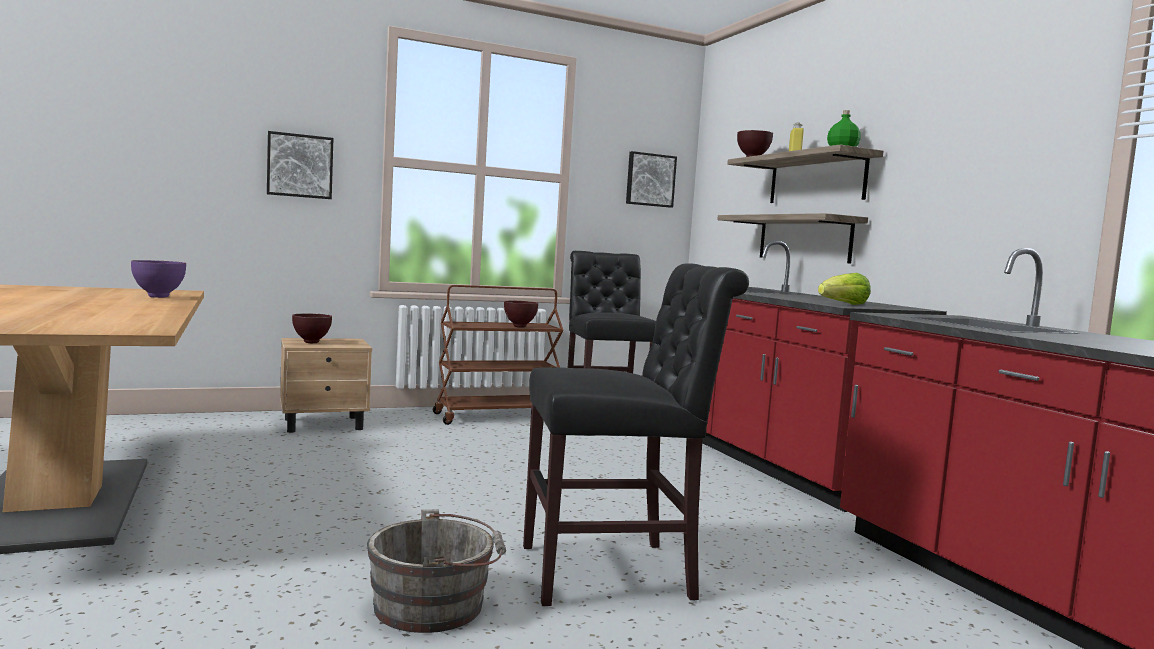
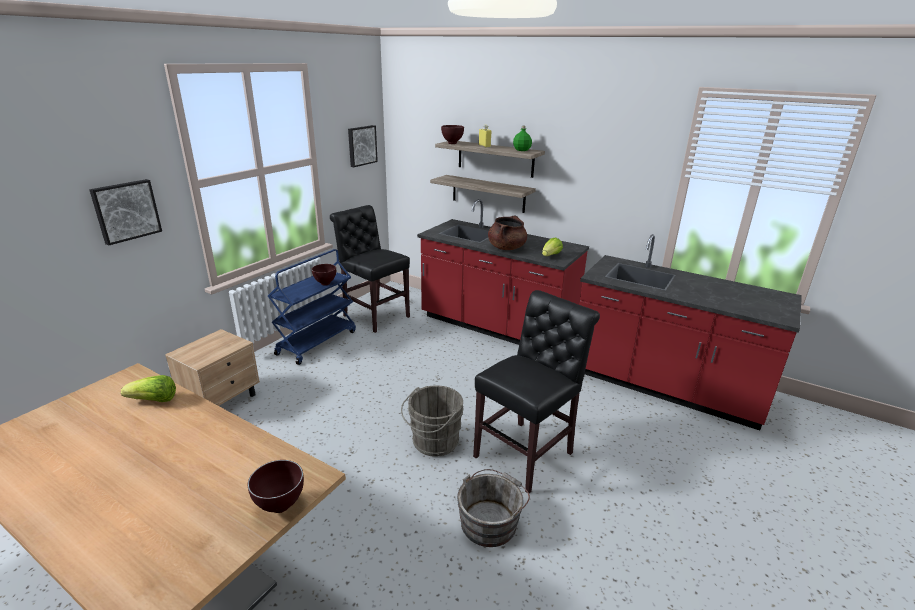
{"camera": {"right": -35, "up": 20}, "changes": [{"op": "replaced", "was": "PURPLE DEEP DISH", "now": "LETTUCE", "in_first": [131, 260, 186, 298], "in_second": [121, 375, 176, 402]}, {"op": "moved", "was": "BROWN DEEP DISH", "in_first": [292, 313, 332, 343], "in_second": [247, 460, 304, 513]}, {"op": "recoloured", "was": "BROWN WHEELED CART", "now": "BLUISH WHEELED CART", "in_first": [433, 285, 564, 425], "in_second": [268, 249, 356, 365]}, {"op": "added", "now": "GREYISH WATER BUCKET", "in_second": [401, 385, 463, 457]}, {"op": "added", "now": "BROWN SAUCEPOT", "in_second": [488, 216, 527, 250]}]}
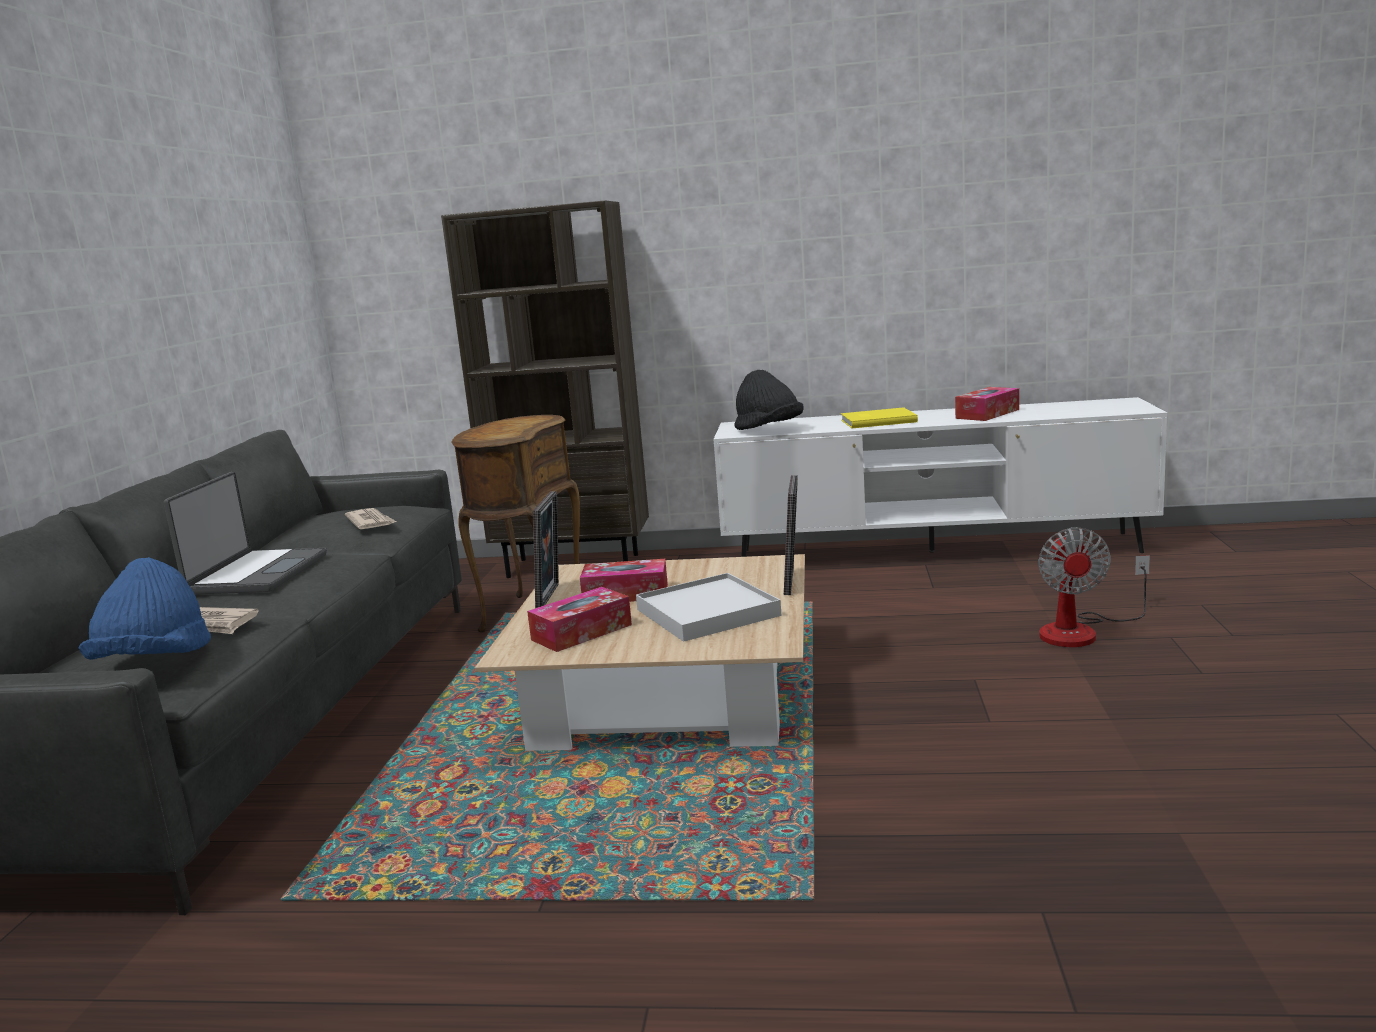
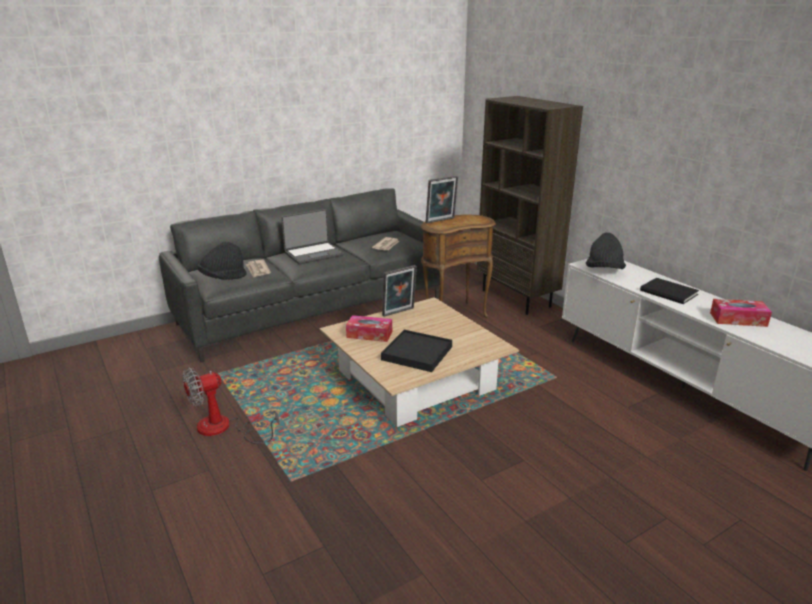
{"camera": {"right": 50, "up": 10}, "changes": [{"op": "moved", "was": "ELECTRIC FAN", "in_first": [1038, 527, 1150, 647], "in_second": [182, 367, 279, 444]}, {"op": "recoloured", "was": "BLUISH WEARABLE HAT", "now": "BLACK WEARABLE HAT", "in_first": [78, 557, 211, 660], "in_second": [198, 242, 247, 280]}, {"op": "recoloured", "was": "WHITE-COLOURED TRAY", "now": "BLACK TRAY", "in_first": [636, 573, 781, 642], "in_second": [381, 330, 452, 372]}, {"op": "moved", "was": "PHOTO FRAME", "in_first": [784, 475, 798, 595], "in_second": [426, 176, 458, 223]}, {"op": "recoloured", "was": "YELLOW BOOK", "now": "BLACK BOOK", "in_first": [841, 407, 918, 428], "in_second": [640, 278, 699, 304]}, {"op": "removed", "was": "TISSUE HOLDER", "in_first": [580, 559, 668, 602]}]}
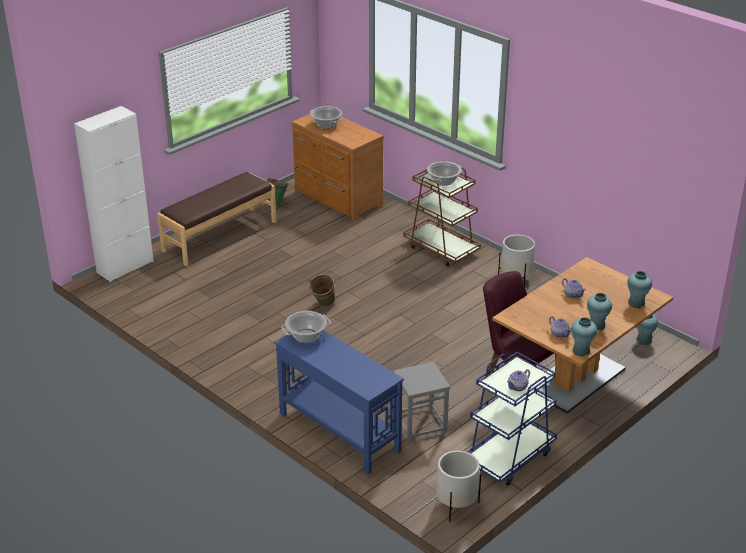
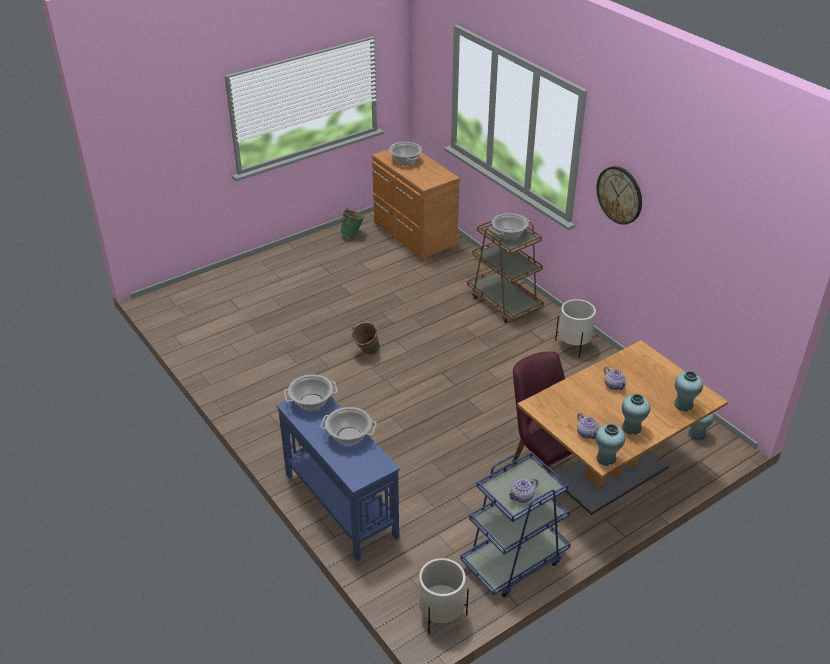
{"camera": {"right": 10, "up": 5}, "changes": [{"op": "added", "now": "SAUCEPOT", "in_second": [320, 407, 377, 445]}, {"op": "added", "now": "WALL CLOCK", "in_second": [597, 166, 642, 225]}, {"op": "removed", "was": "WHITE-COLOURED CUPBOARD", "in_first": [74, 106, 154, 282]}, {"op": "removed", "was": "BROWN BENCH", "in_first": [157, 172, 276, 266]}, {"op": "removed", "was": "GREYISH SITTING STOOL", "in_first": [393, 362, 450, 441]}]}
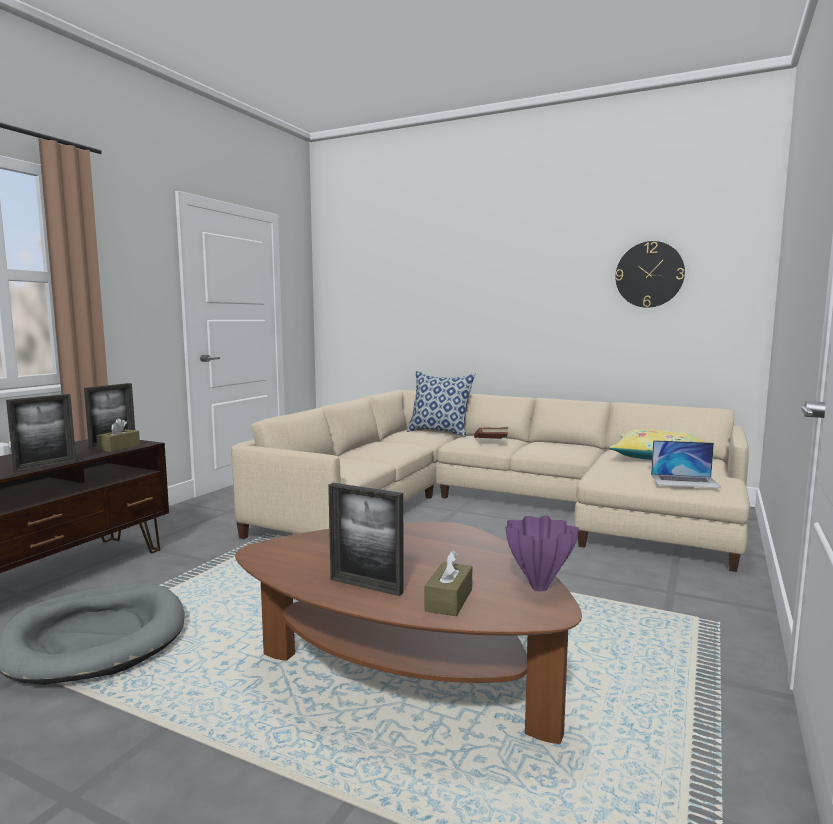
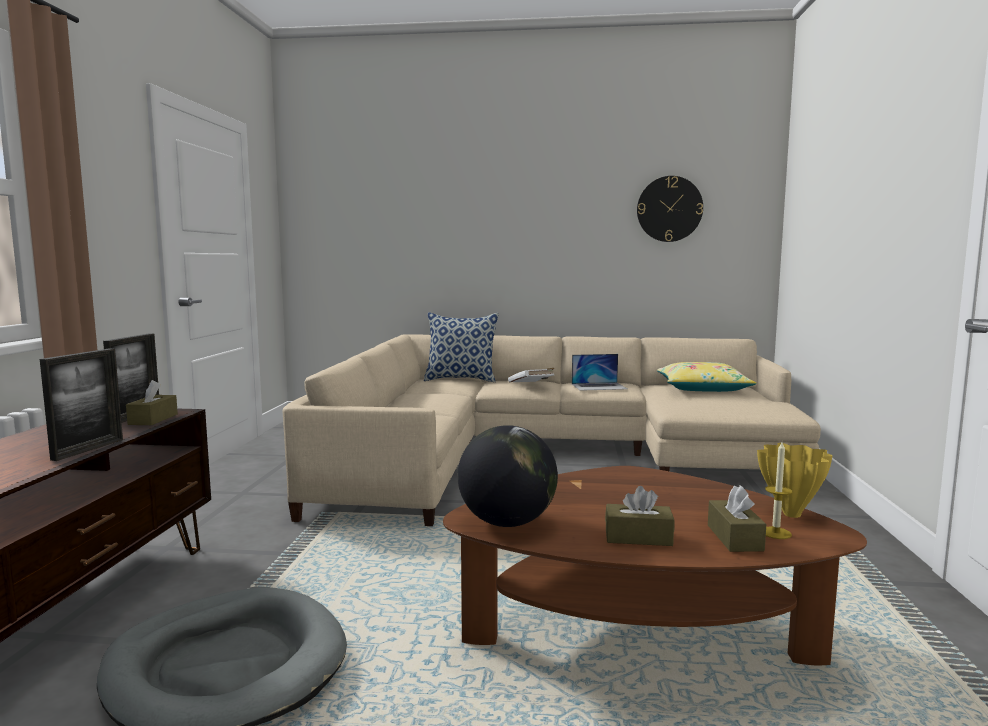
{"camera": {"right": -20, "up": 0}, "changes": [{"op": "added", "now": "WORLD GLOBE", "in_second": [457, 425, 558, 527]}, {"op": "recoloured", "was": "BROWN BOOK", "now": "WHITE-COLOURED BOOK", "in_first": [474, 427, 508, 439], "in_second": [508, 368, 554, 383]}, {"op": "moved", "was": "PORTABLE COMPUTER", "in_first": [651, 440, 721, 488], "in_second": [572, 354, 627, 391]}, {"op": "replaced", "was": "PHOTO FRAME", "now": "BROWN TISSUE HOLDER", "in_first": [328, 483, 404, 596], "in_second": [605, 486, 674, 546]}, {"op": "recoloured", "was": "PURPLE VASE", "now": "YELLOW VASE", "in_first": [506, 516, 579, 592], "in_second": [757, 443, 833, 518]}, {"op": "added", "now": "CANDLE", "in_second": [765, 442, 792, 539]}]}
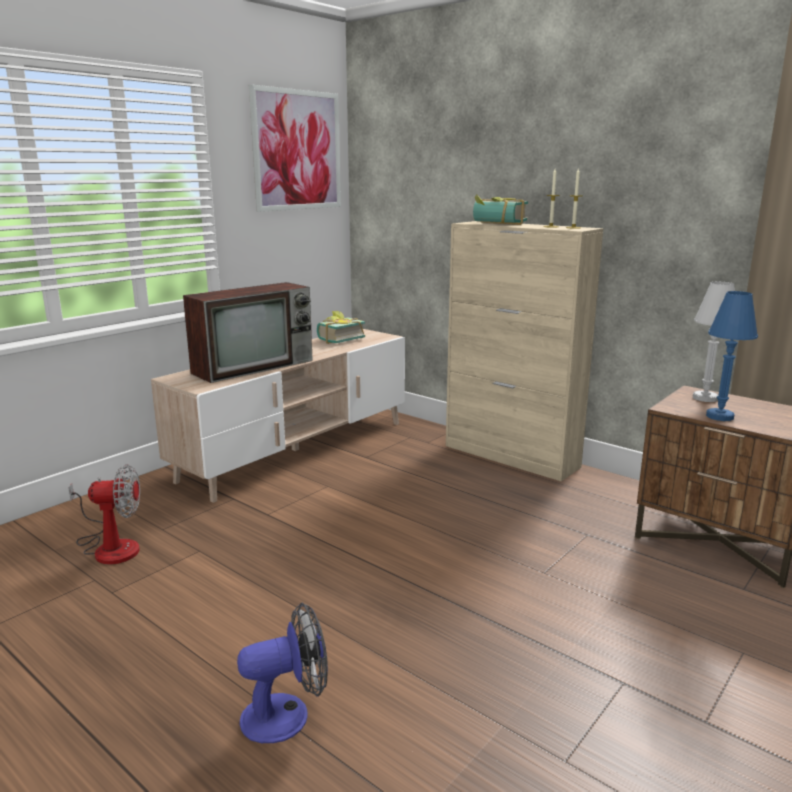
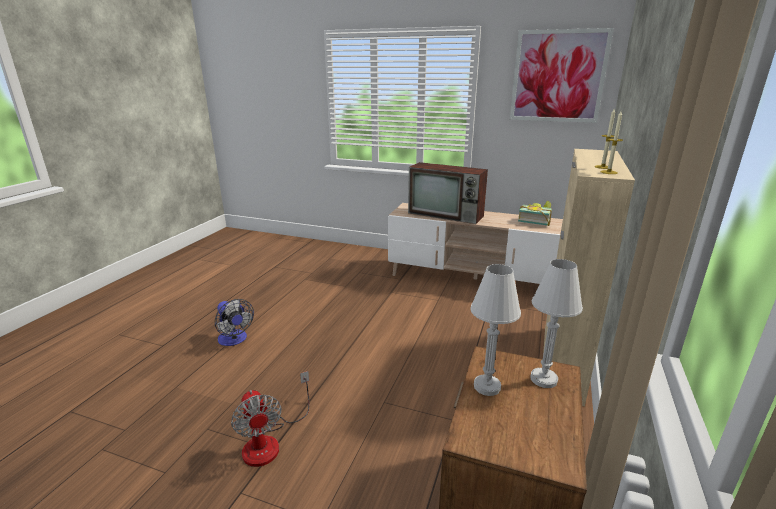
{"camera": {"right": 70, "up": 5}, "changes": [{"op": "moved", "was": "ELECTRIC FAN", "in_first": [68, 464, 140, 564], "in_second": [231, 371, 309, 467]}, {"op": "recoloured", "was": "BLUISH TABLETOP LAMP", "now": "WHITE-COLOURED TABLETOP LAMP", "in_first": [706, 291, 758, 421], "in_second": [470, 264, 521, 396]}, {"op": "removed", "was": "BOOK", "in_first": [473, 194, 528, 225]}]}
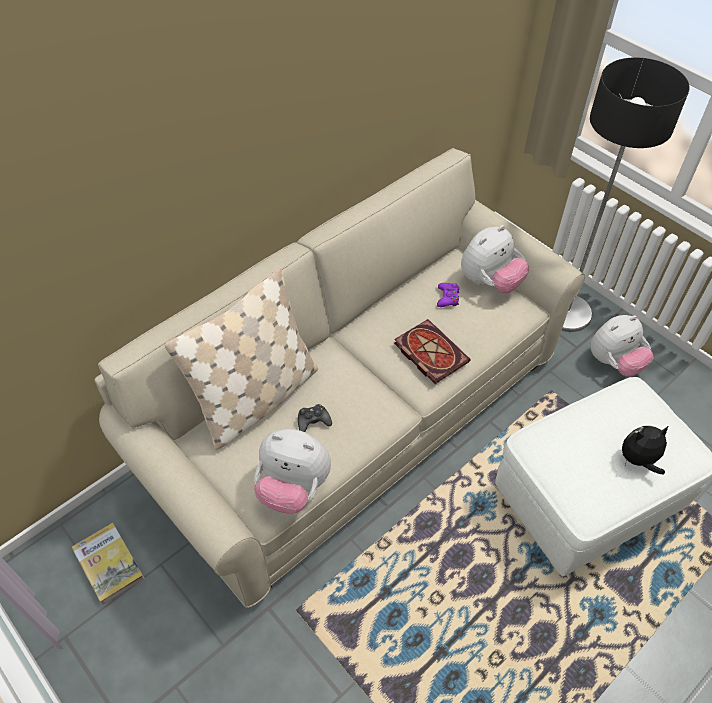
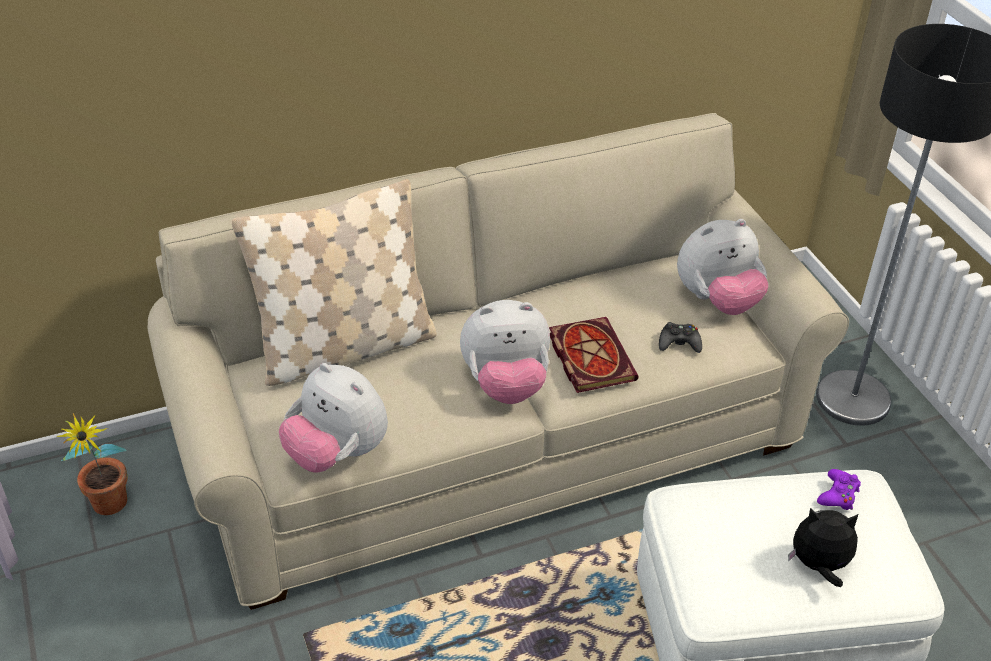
{"camera": {"right": 20, "up": -10}, "changes": [{"op": "replaced", "was": "BOOK", "now": "PLANT IN A POT", "in_first": [72, 523, 145, 605], "in_second": [56, 413, 127, 515]}, {"op": "moved", "was": "PLUSH TOY", "in_first": [590, 315, 654, 377], "in_second": [460, 300, 550, 404]}, {"op": "moved", "was": "BLACK GAMEPAD", "in_first": [298, 404, 332, 432], "in_second": [659, 322, 702, 353]}, {"op": "moved", "was": "PURPLE GAMEPAD", "in_first": [437, 283, 459, 307], "in_second": [817, 469, 861, 510]}]}
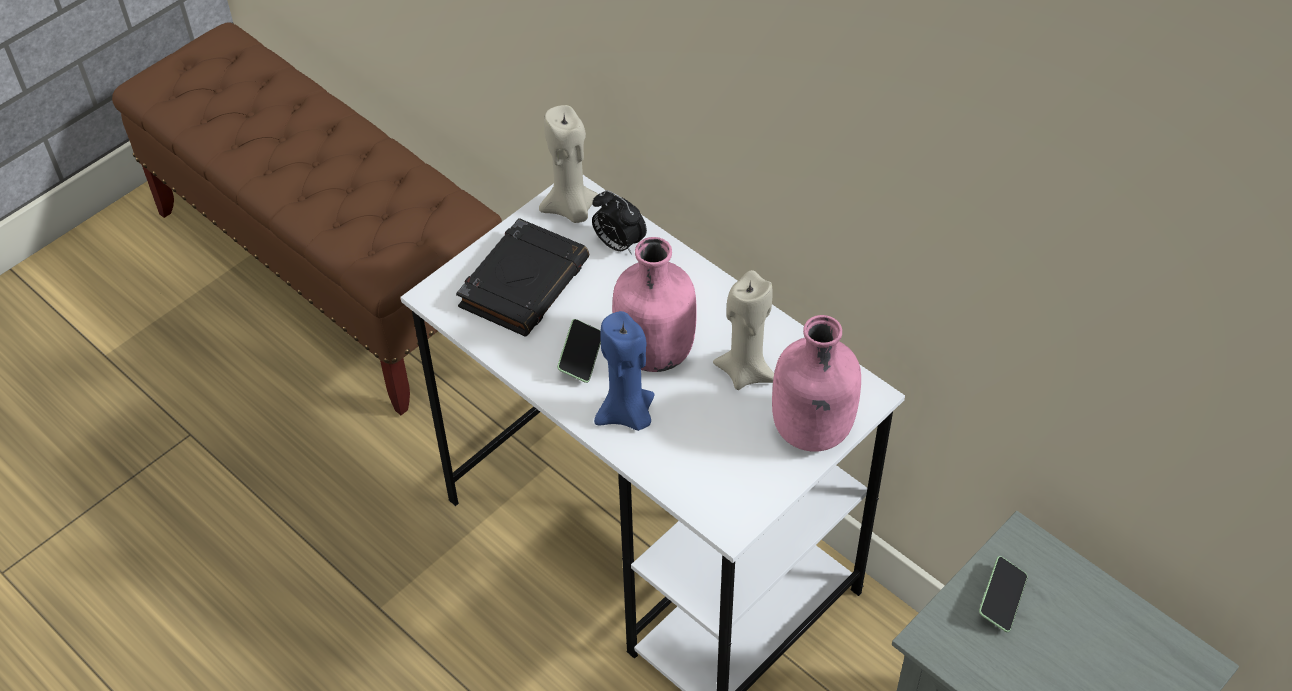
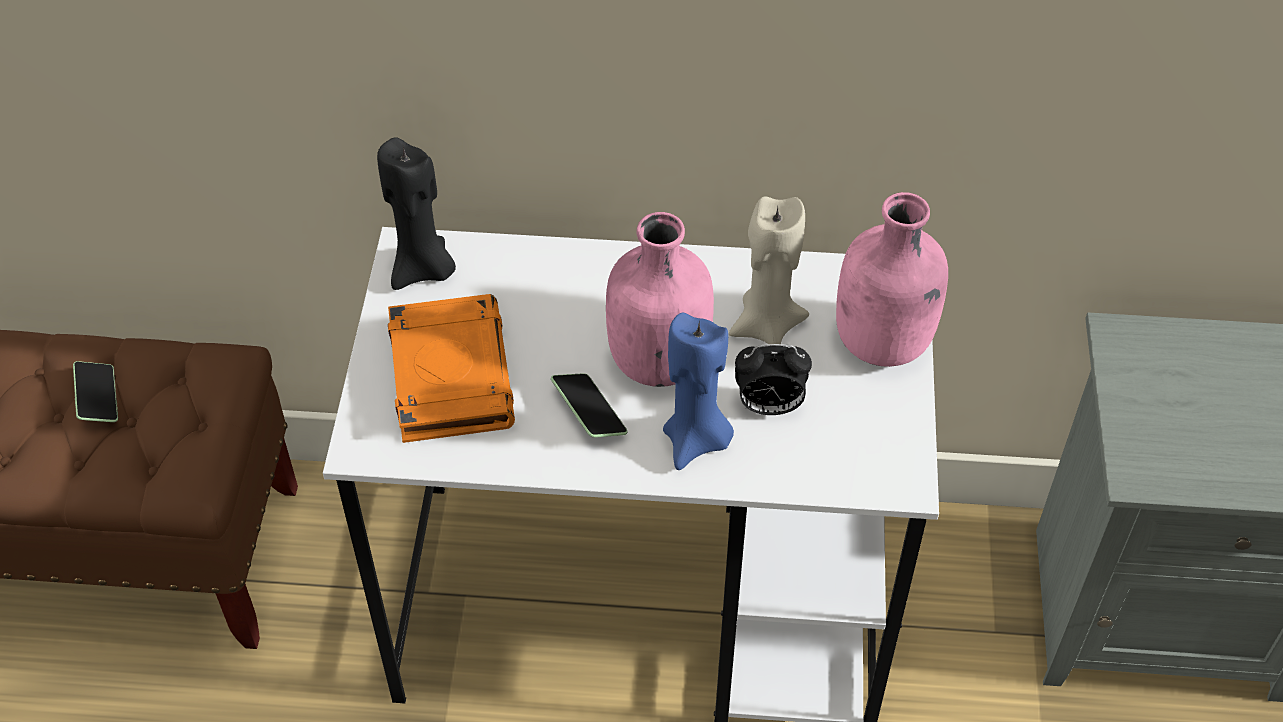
{"camera": {"right": -40, "up": 0}, "changes": [{"op": "moved", "was": "PHONE", "in_first": [979, 556, 1028, 632], "in_second": [73, 361, 118, 422]}, {"op": "recoloured", "was": "SAND-COLOURED CANDLE", "now": "BLACK CANDLE", "in_first": [539, 105, 598, 223], "in_second": [377, 137, 456, 290]}, {"op": "recoloured", "was": "BLACK BOOK", "now": "ORANGE BOOK", "in_first": [456, 218, 589, 337], "in_second": [388, 294, 515, 443]}, {"op": "moved", "was": "TABLE CLOCK", "in_first": [592, 190, 647, 255], "in_second": [735, 344, 812, 415]}]}
